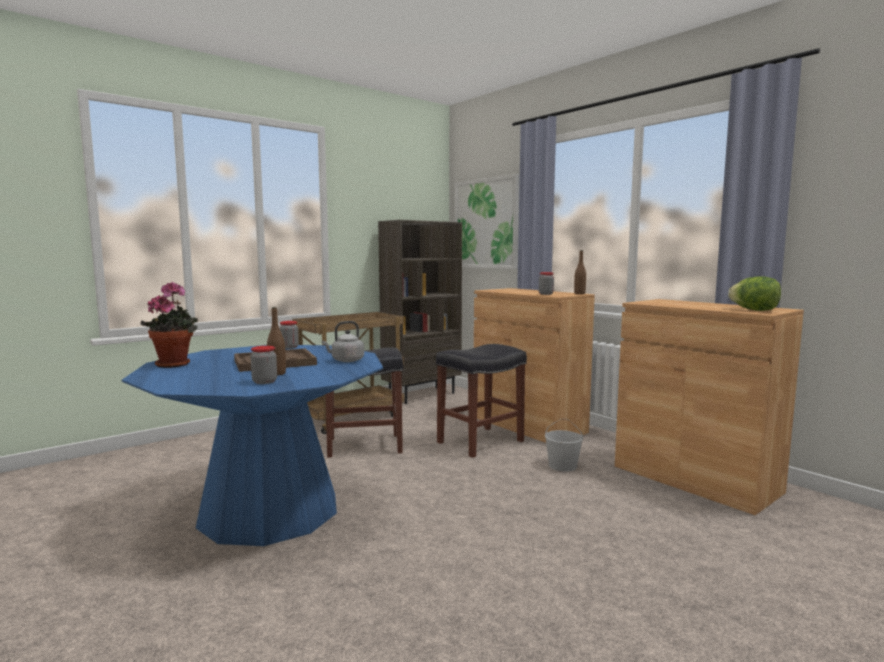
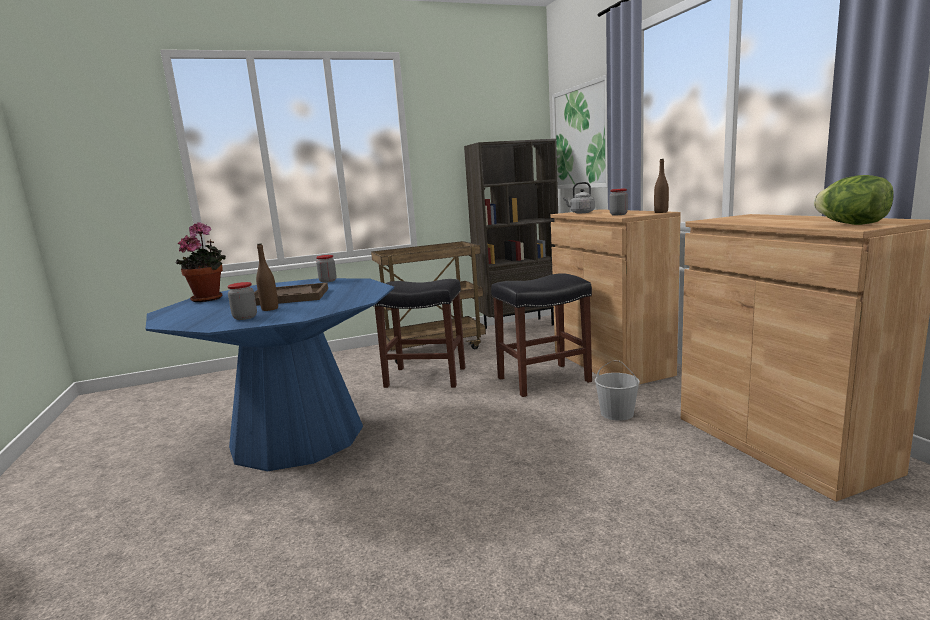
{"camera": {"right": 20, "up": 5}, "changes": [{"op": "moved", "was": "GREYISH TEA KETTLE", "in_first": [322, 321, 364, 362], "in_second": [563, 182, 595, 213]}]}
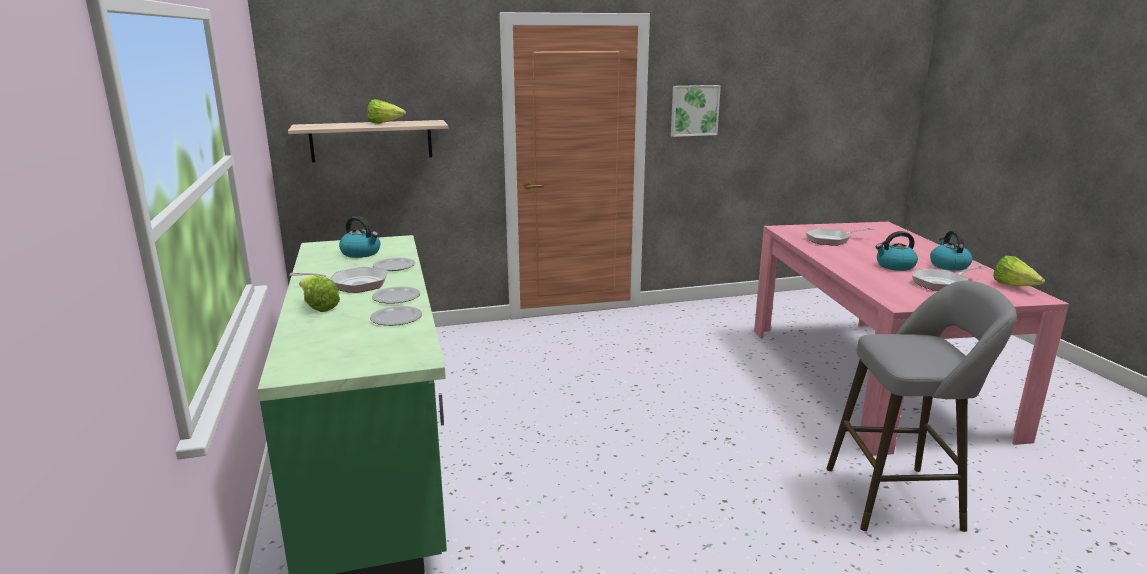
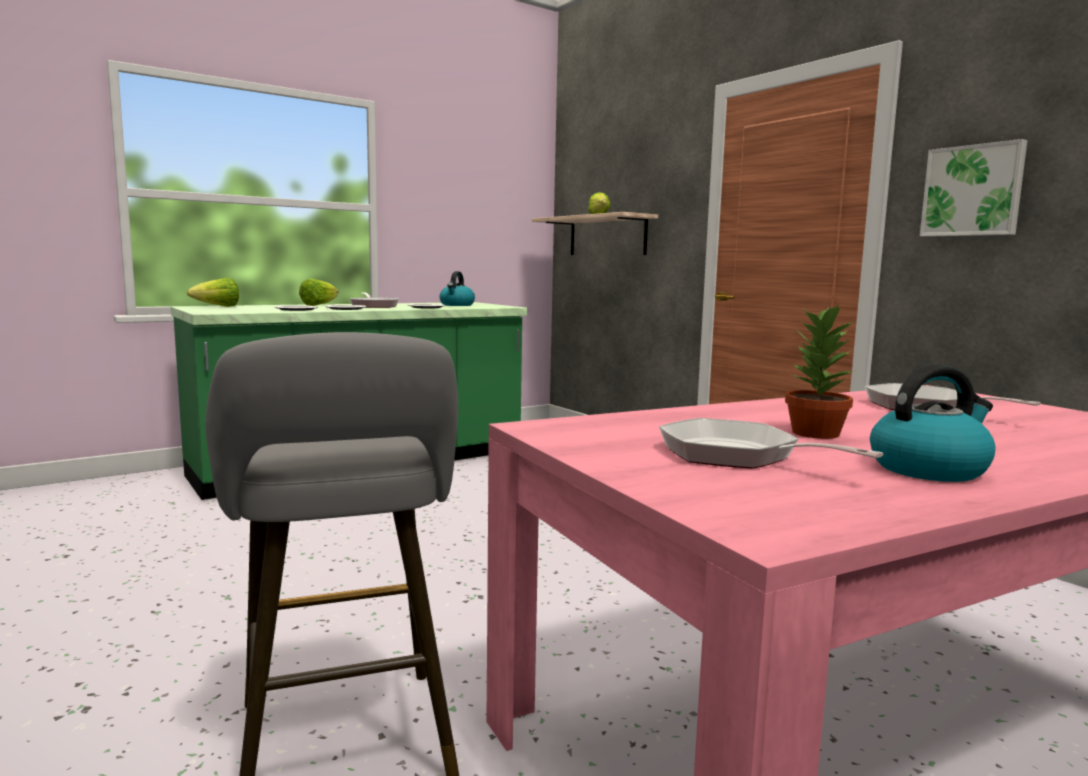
{"camera": {"right": 70, "up": -10}, "changes": [{"op": "moved", "was": "LETTUCE", "in_first": [993, 256, 1045, 286], "in_second": [187, 278, 239, 307]}, {"op": "replaced", "was": "TEA KETTLE", "now": "PLANT IN A POT", "in_first": [875, 231, 918, 271], "in_second": [785, 305, 856, 439]}]}
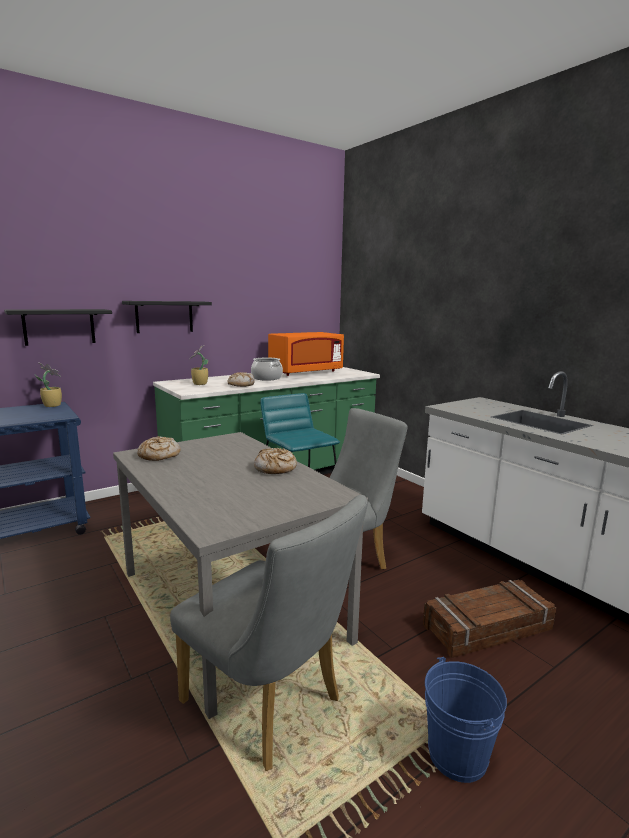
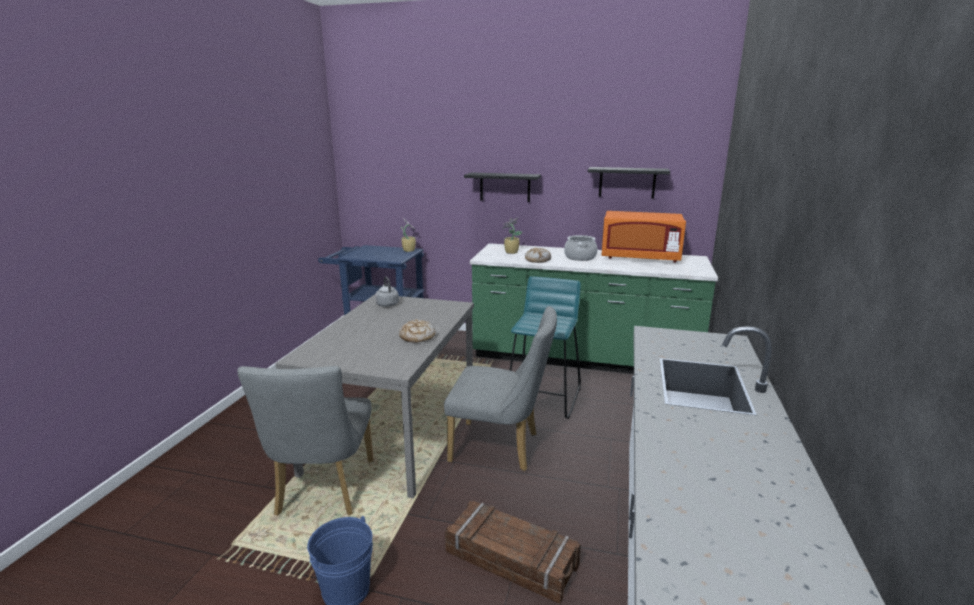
{"camera": {"right": 50, "up": 5}, "changes": [{"op": "replaced", "was": "BAKED BREAD", "now": "GREYISH TEA KETTLE", "in_first": [137, 436, 181, 461], "in_second": [375, 277, 399, 307]}, {"op": "moved", "was": "BLACK BRACKET SHELF", "in_first": [4, 309, 112, 346], "in_second": [588, 167, 670, 199]}]}
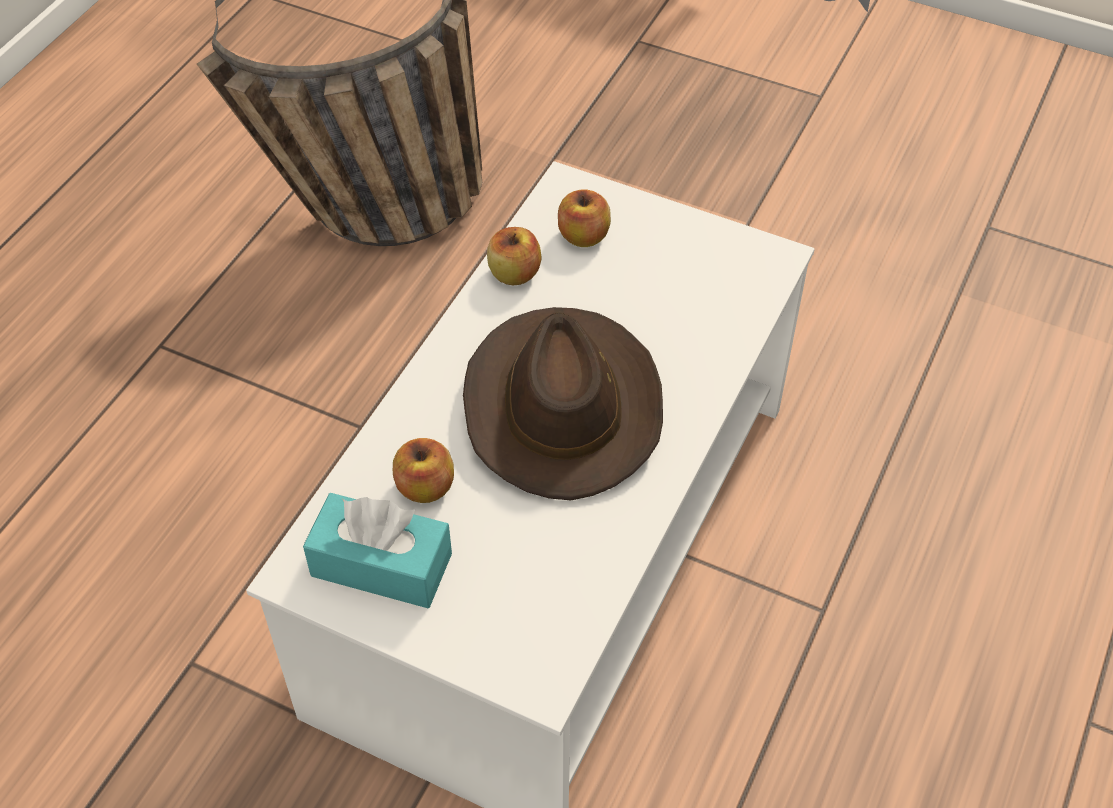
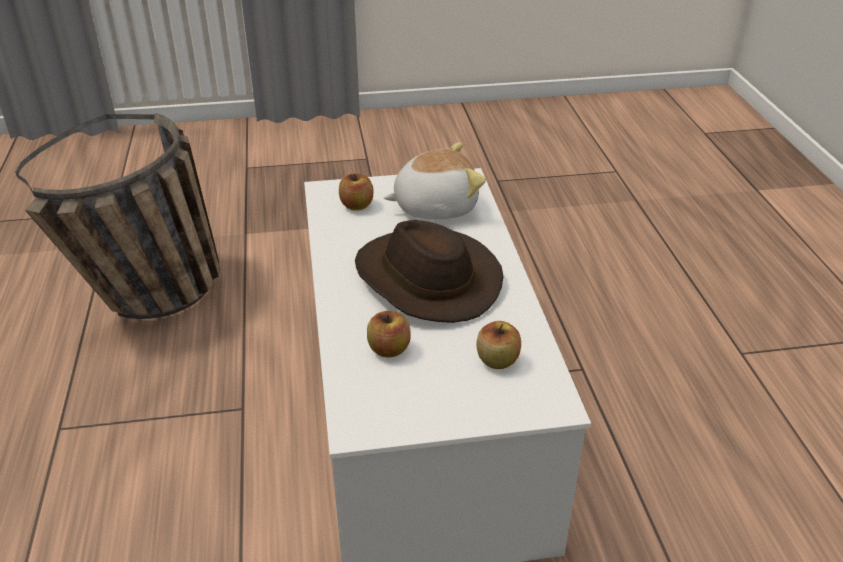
{"camera": {"right": -35, "up": -15}, "changes": [{"op": "added", "now": "PLUSH TOY", "in_second": [384, 142, 486, 219]}, {"op": "moved", "was": "APPLE FRUIT", "in_first": [487, 227, 542, 285], "in_second": [476, 321, 521, 369]}, {"op": "removed", "was": "TURQUOISE-COLOURED TISSUE HOLDER", "in_first": [303, 493, 452, 608]}]}
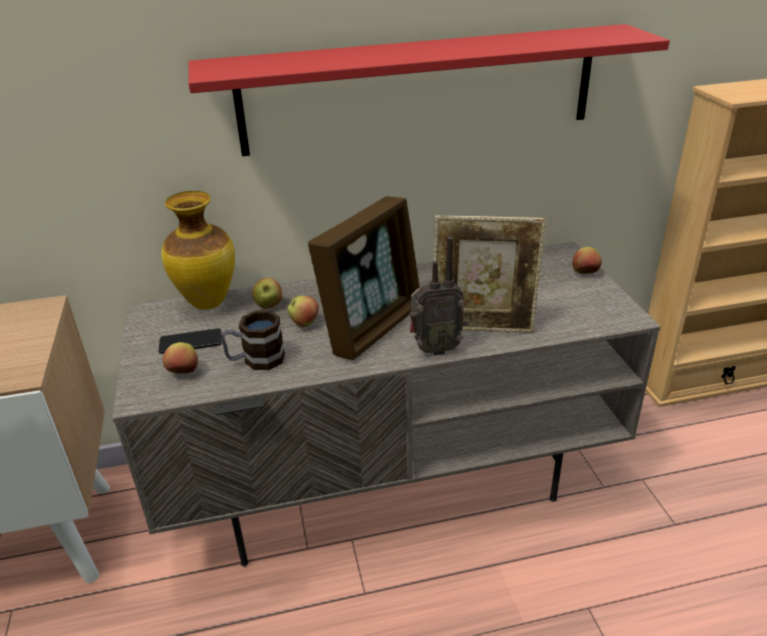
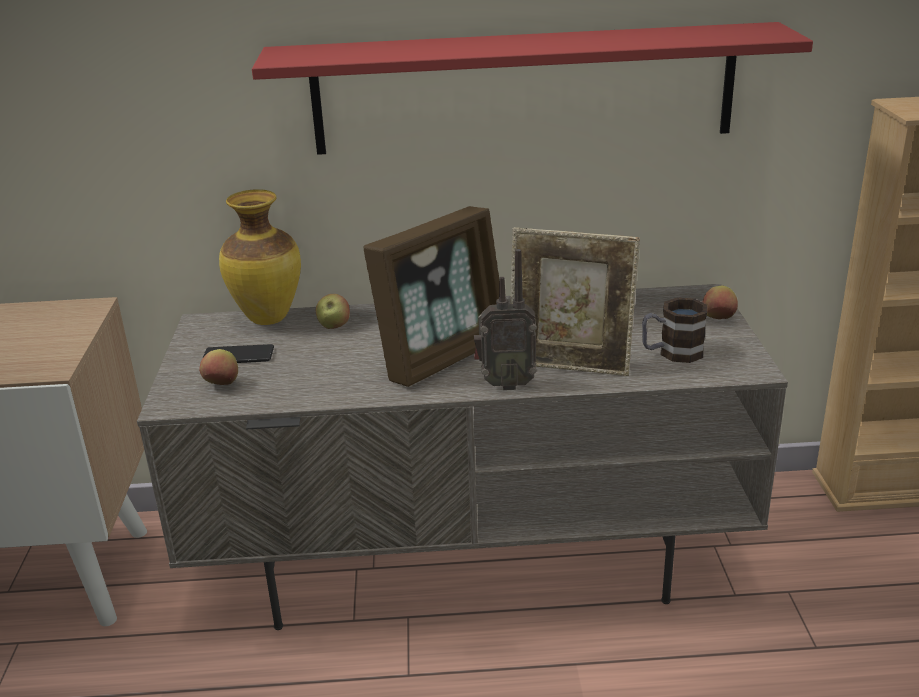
{"camera": {"right": 10, "up": -5}, "changes": [{"op": "moved", "was": "TEA MUG", "in_first": [221, 311, 285, 370], "in_second": [642, 297, 708, 363]}, {"op": "removed", "was": "APPLE FRUIT", "in_first": [288, 296, 319, 327]}]}
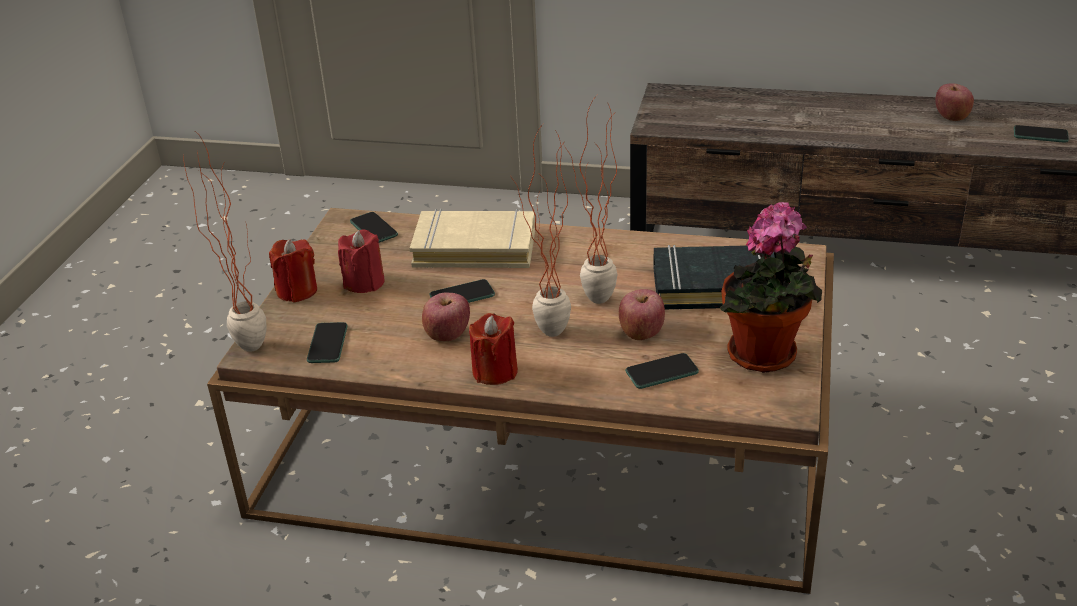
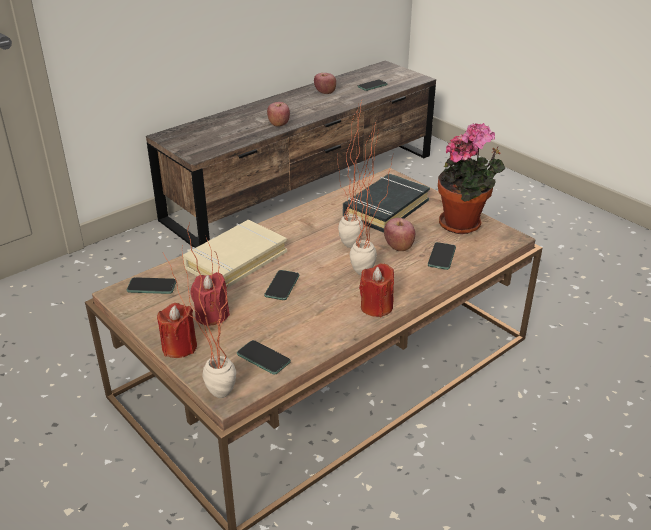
{"camera": {"right": -55, "up": 0}, "changes": [{"op": "moved", "was": "APPLE FRUIT", "in_first": [422, 293, 470, 341], "in_second": [267, 102, 290, 127]}]}
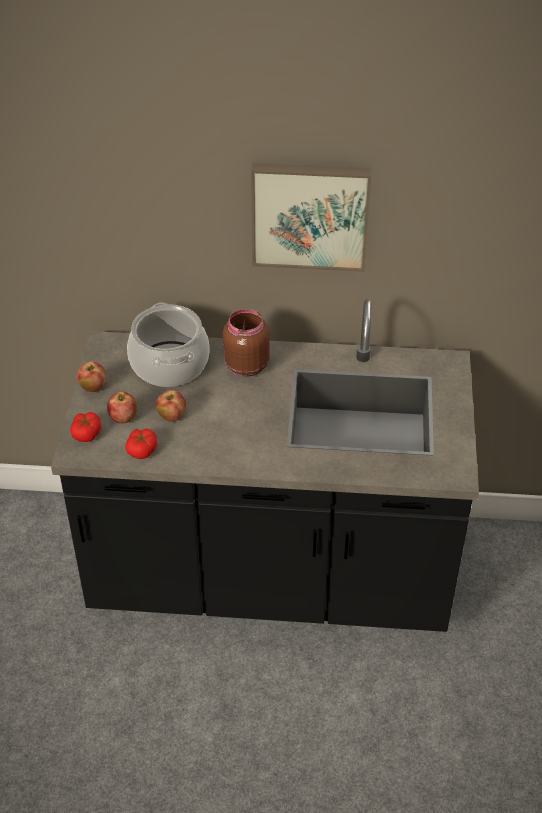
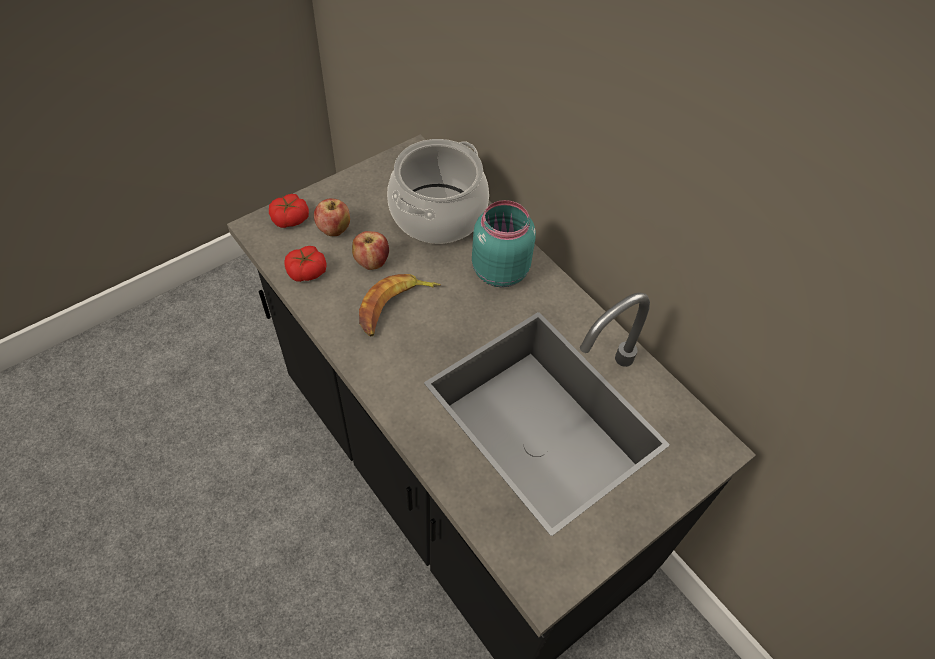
{"camera": {"right": 45, "up": 10}, "changes": [{"op": "added", "now": "BANANA", "in_second": [359, 274, 441, 337]}, {"op": "recoloured", "was": "BROWN PRESERVE JAR", "now": "TURQUOISE-COLOURED PRESERVE JAR", "in_first": [223, 309, 270, 377], "in_second": [472, 200, 536, 287]}, {"op": "removed", "was": "APPLE FRUIT", "in_first": [77, 361, 106, 392]}, {"op": "removed", "was": "WALL ART", "in_first": [251, 163, 371, 272]}]}
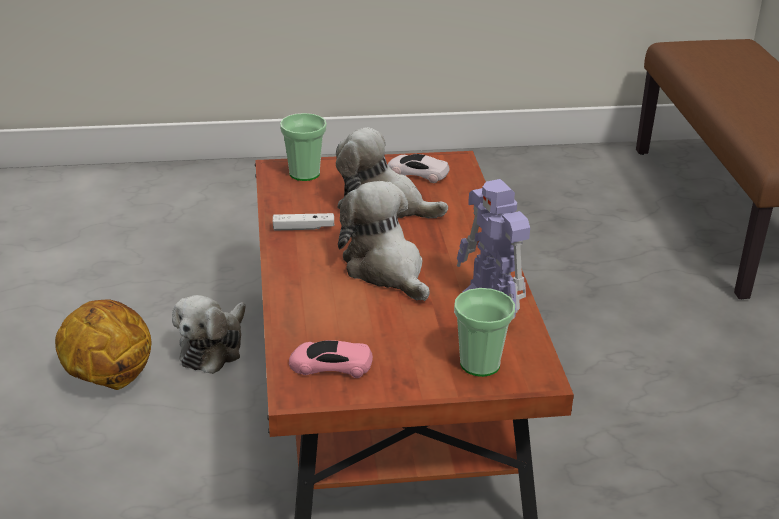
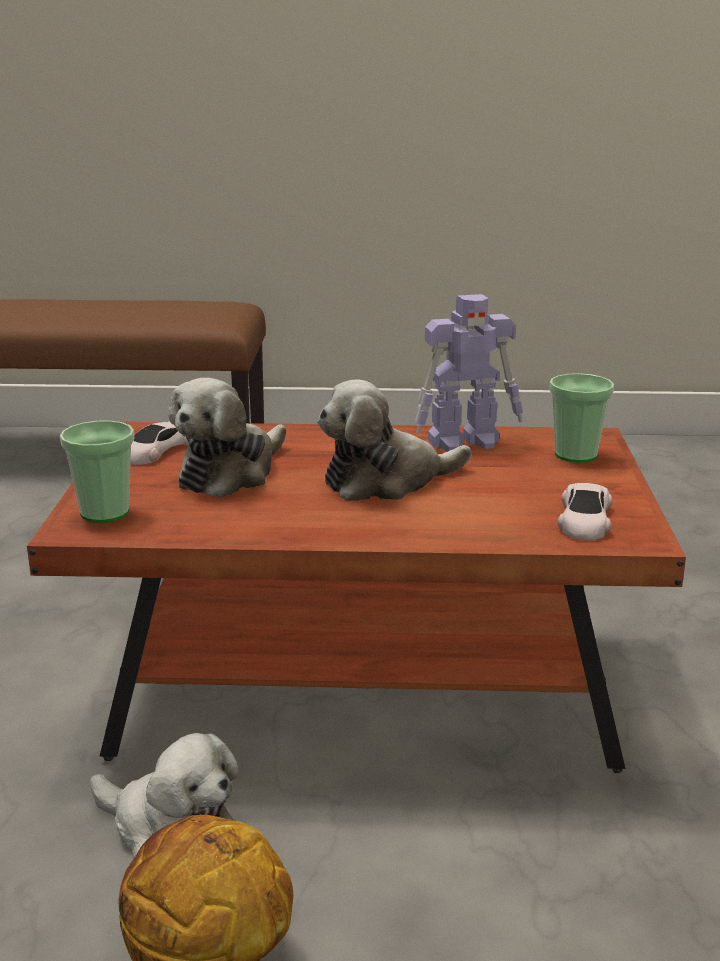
{"camera": {"right": -80, "up": -10}, "changes": [{"op": "recoloured", "was": "PINK-COLOURED MINIATURE CAR", "now": "WHITE-COLOURED MINIATURE CAR", "in_first": [289, 340, 373, 378], "in_second": [557, 483, 613, 541]}, {"op": "removed", "was": "WHITE-COLOURED GAMEPAD", "in_first": [273, 213, 334, 231]}]}
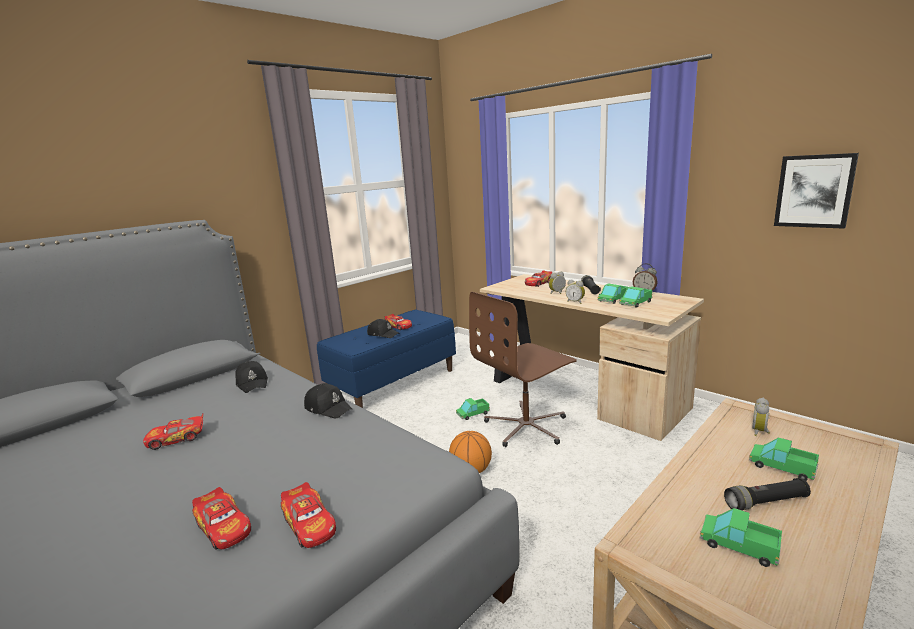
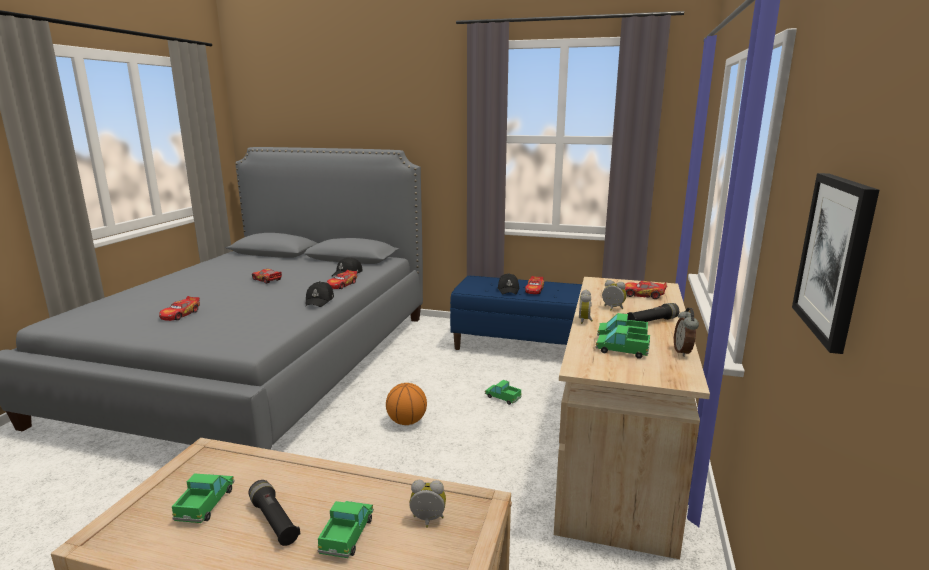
{"camera": {"right": 60, "up": 0}, "changes": [{"op": "moved", "was": "MINIATURE CAR", "in_first": [281, 482, 336, 548], "in_second": [327, 270, 357, 289]}, {"op": "removed", "was": "BROWN COMPUTER CHAIR", "in_first": [469, 292, 577, 447]}]}
